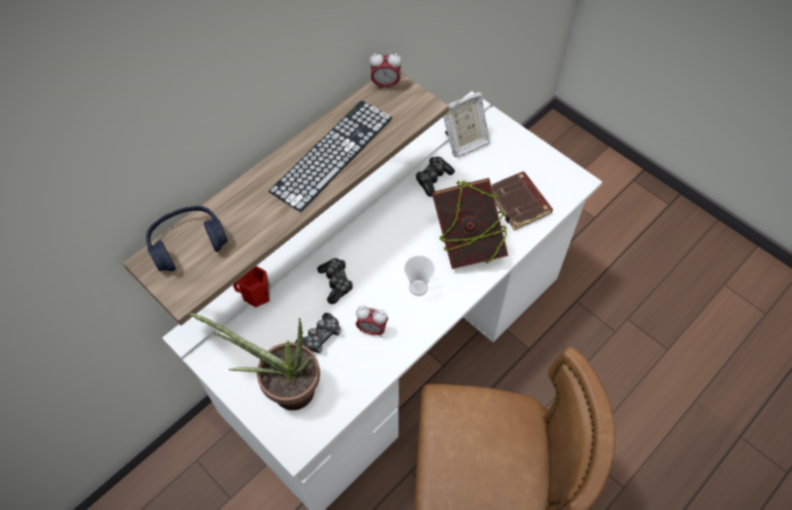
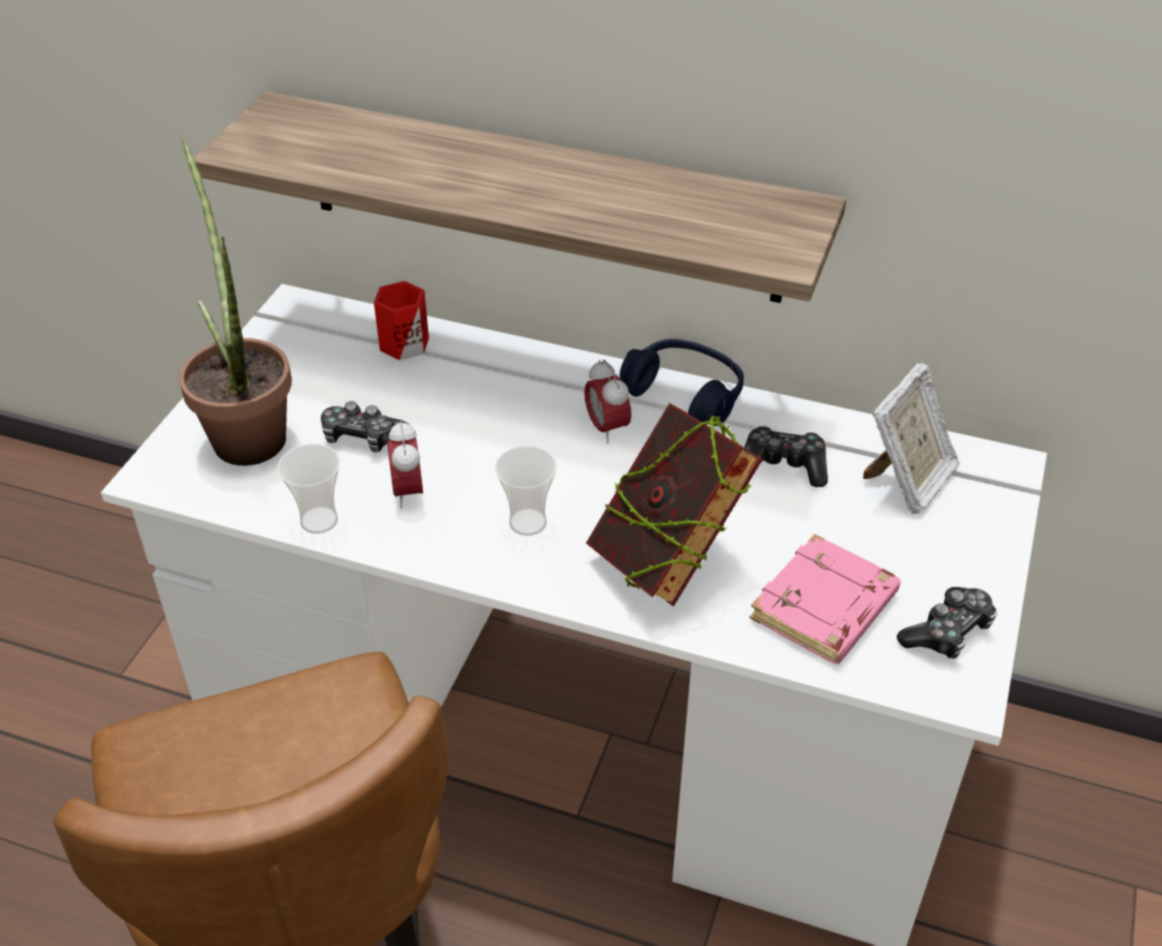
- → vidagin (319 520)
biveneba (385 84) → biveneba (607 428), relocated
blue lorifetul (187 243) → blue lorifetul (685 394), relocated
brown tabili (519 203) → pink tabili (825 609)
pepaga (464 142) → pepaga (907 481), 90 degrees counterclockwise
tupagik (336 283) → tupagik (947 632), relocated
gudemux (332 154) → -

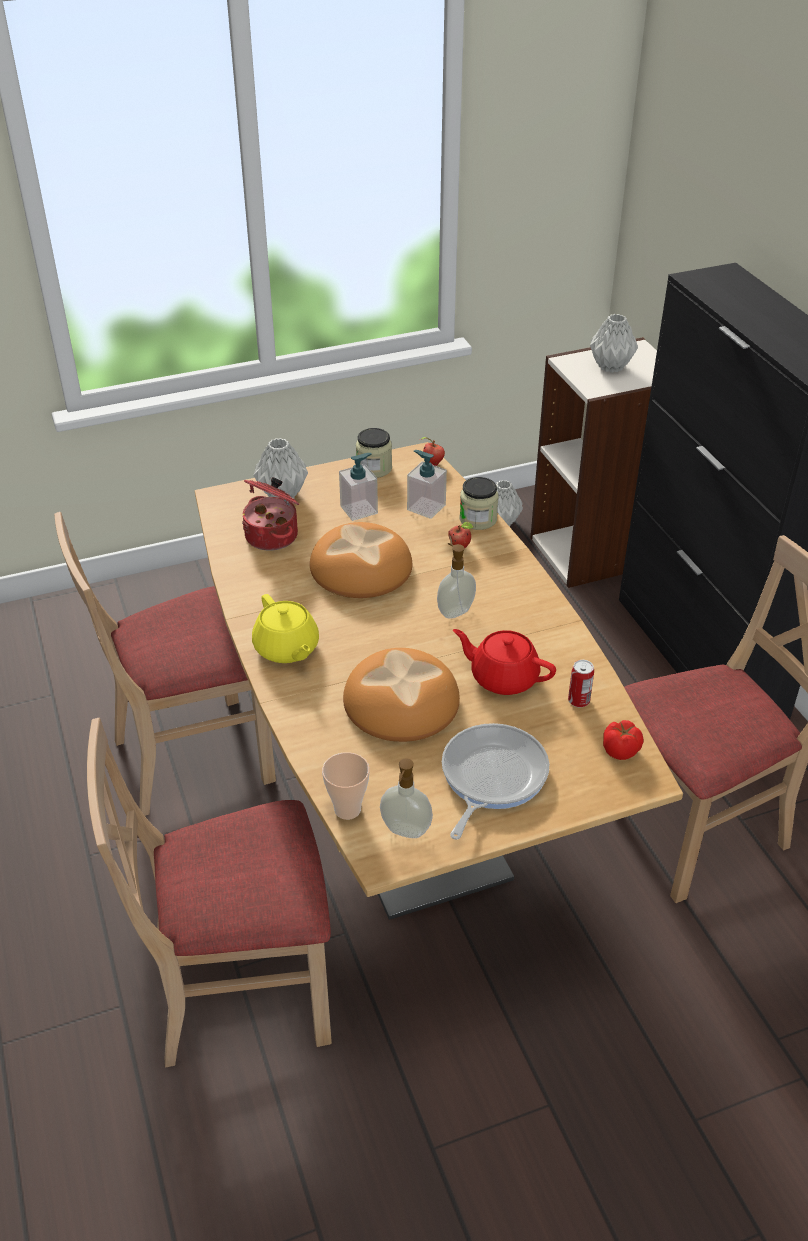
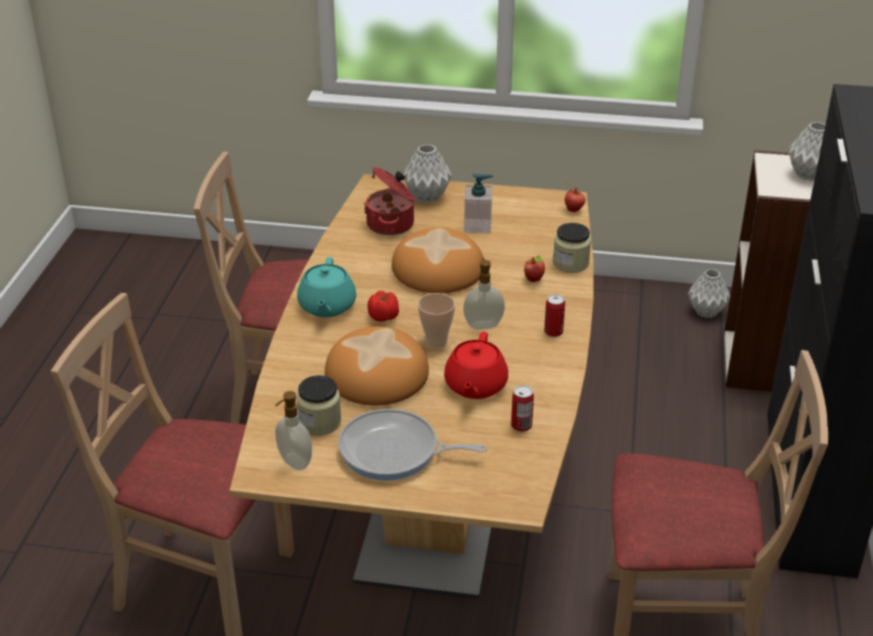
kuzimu (374 468) → kuzimu (320 422), relocated
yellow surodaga (286 649) → turquoise surodaga (326 307)
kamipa (490 777) → kamipa (394 452), 135 degrees counterclockwise
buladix (621 750) → buladix (384 317), relocated
vidagin (347 809) → vidagin (436 342), relocated
red surodaga (503 677) → red surodaga (475 386), 135 degrees counterclockwise
- → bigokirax (553 332)
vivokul (426 507) → -

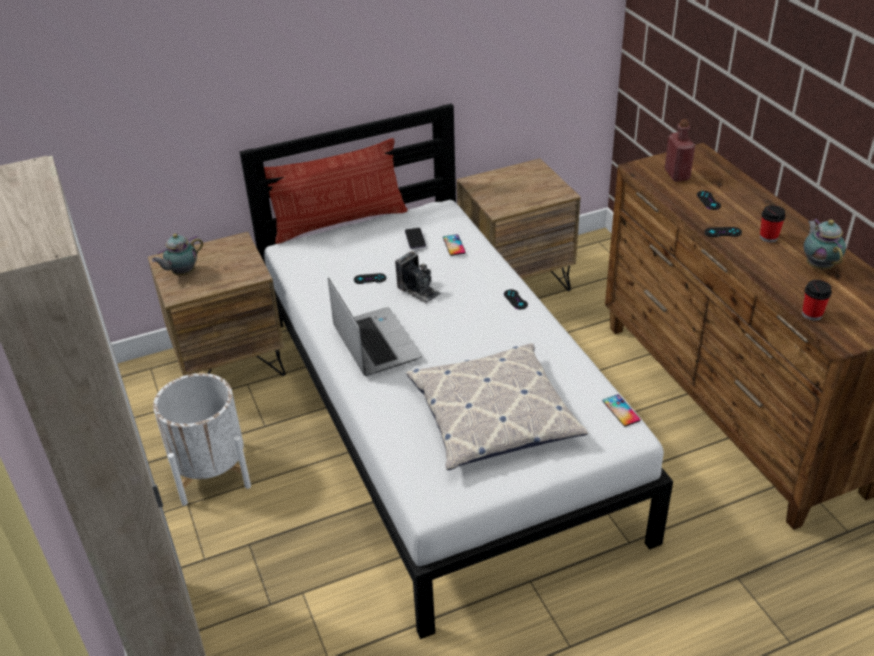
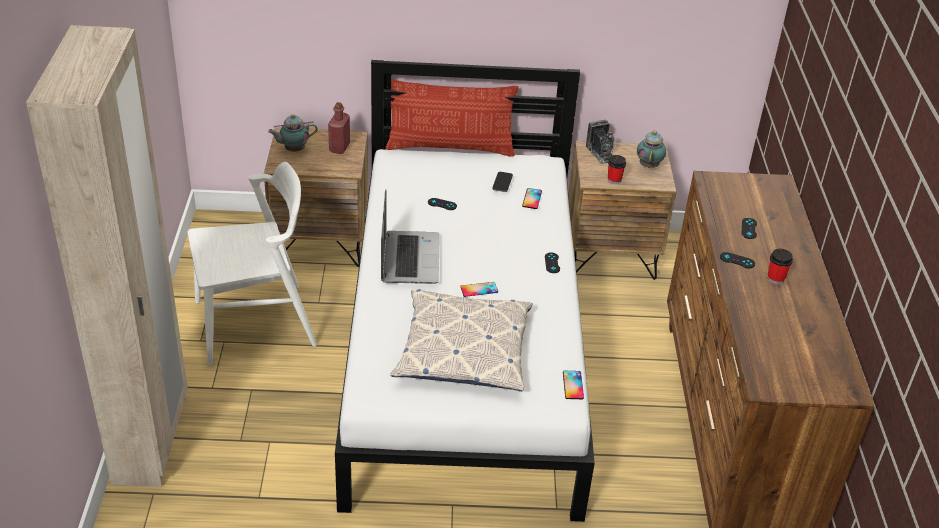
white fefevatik (211 472) → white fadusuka (255 324)
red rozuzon (677 175) → red rozuzon (339 147), relocated
- → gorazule (479 289)
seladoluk (418 290) → seladoluk (601 153), relocated
vidagin (812 314) → vidagin (614 180), relocated
surodaga (818 265) → surodaga (649 165), relocated

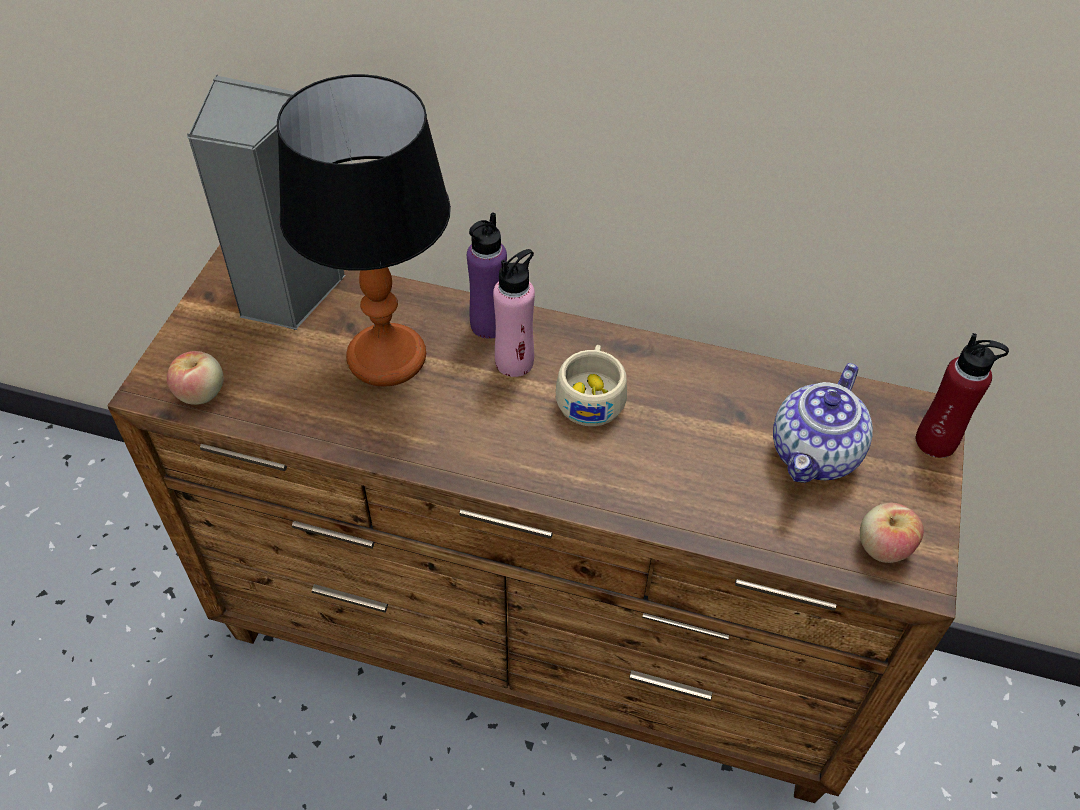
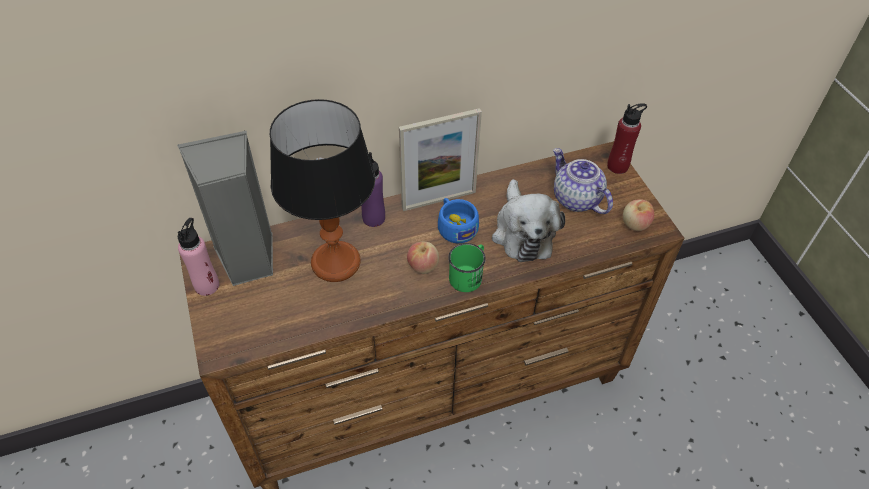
pink rozuzon (514 362) → pink rozuzon (207 285), relocated
- → pepaga (439 200)
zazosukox (201 393) → zazosukox (423 266), relocated
beige vidagin (591 396) → blue vidagin (455 226)
- → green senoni (468 275)
- → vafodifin (522 232)
surodaga (815 455) → surodaga (575 199), 150 degrees clockwise

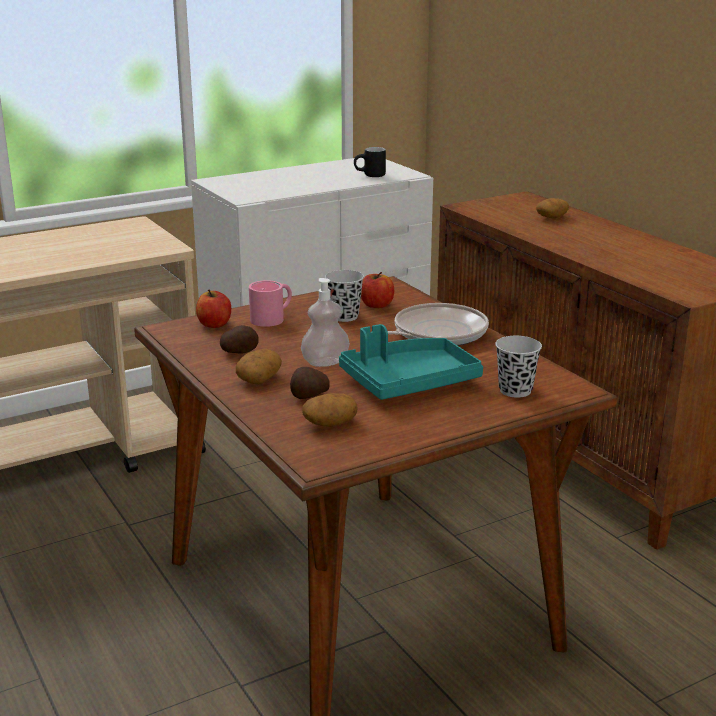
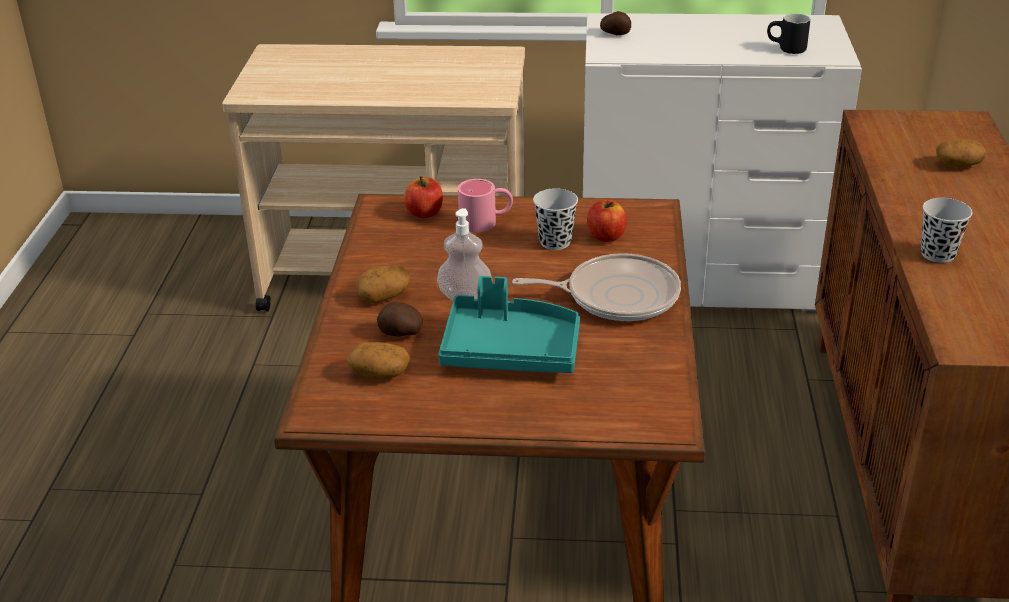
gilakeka (239 352) → gilakeka (615 34), relocated
black vidagin (515 390) → black vidagin (938 254), relocated

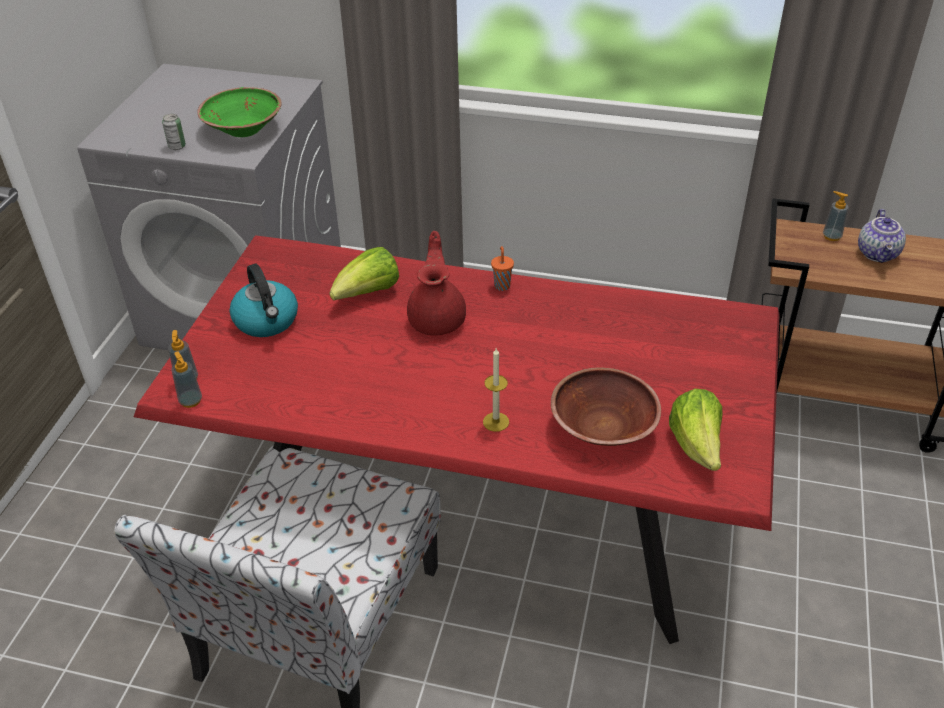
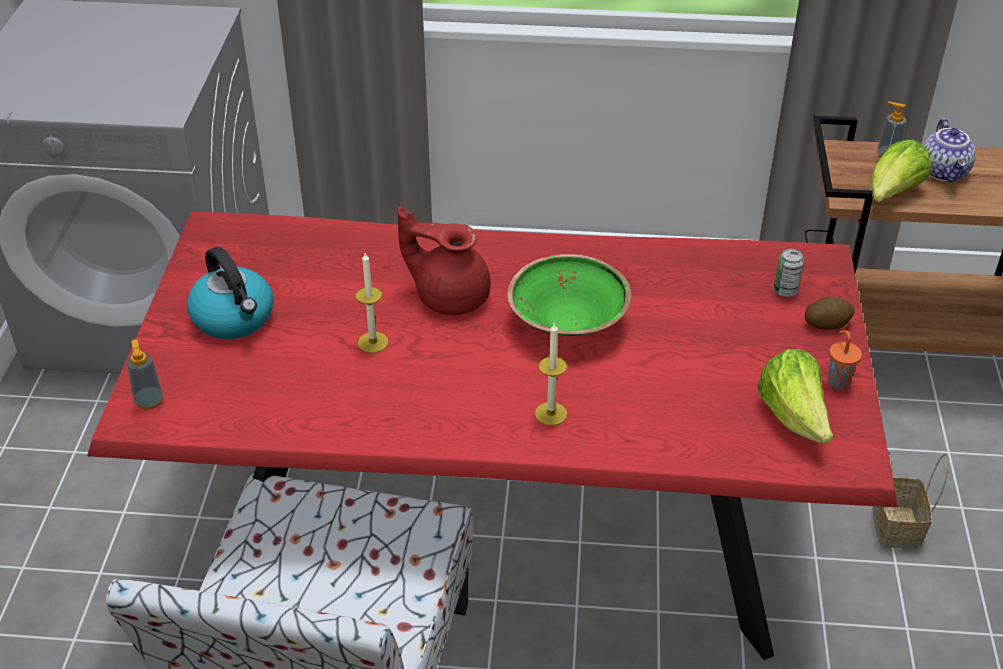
- → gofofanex (373 342)
red surodaga (438 319) → red surodaga (449 296), 60 degrees counterclockwise
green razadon (244 129) → green razadon (568 321), relocated
bigokirax (177 146) → bigokirax (785 291), relocated
- → gilakeka (827 324)
orange vidagin (502 285) → orange vidagin (837 381), relocated
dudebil (368 294) → dudebil (892 194), relocated
- → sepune (897 528)
vivokul (191 401) → -
brown razadon (602 428) → -

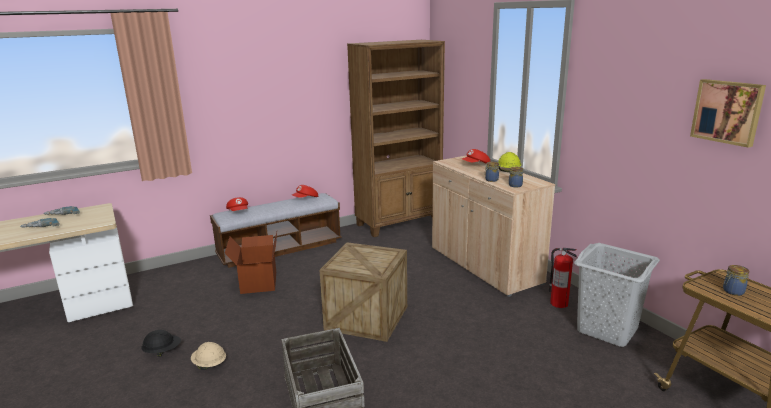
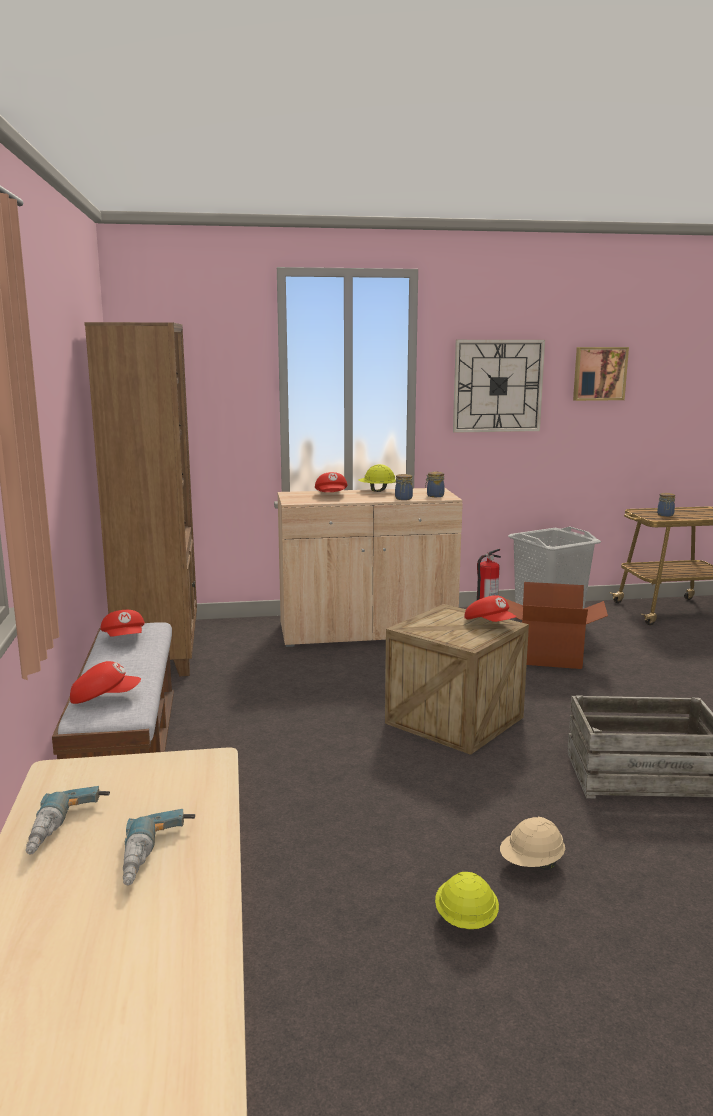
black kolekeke (163 352) → yellow kolekeke (465 919)
- → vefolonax (498 386)
- → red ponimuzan (490 624)
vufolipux (258 282) → vufolipux (550 658), relocated

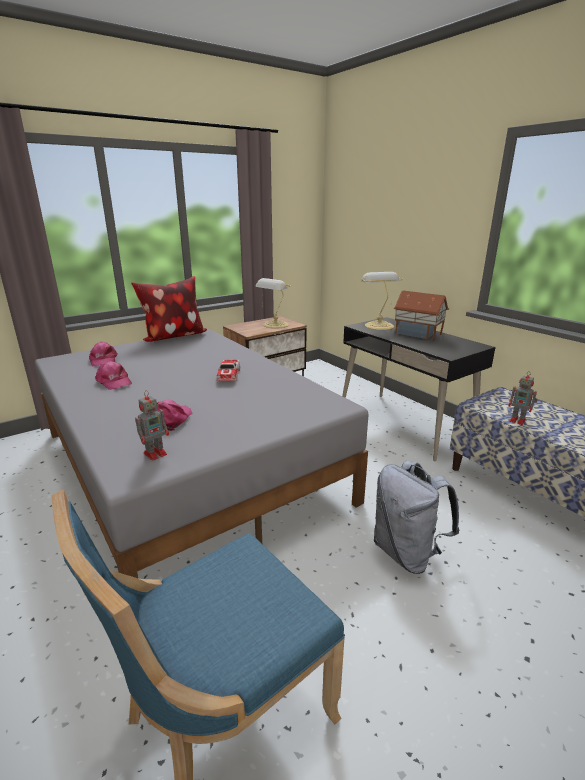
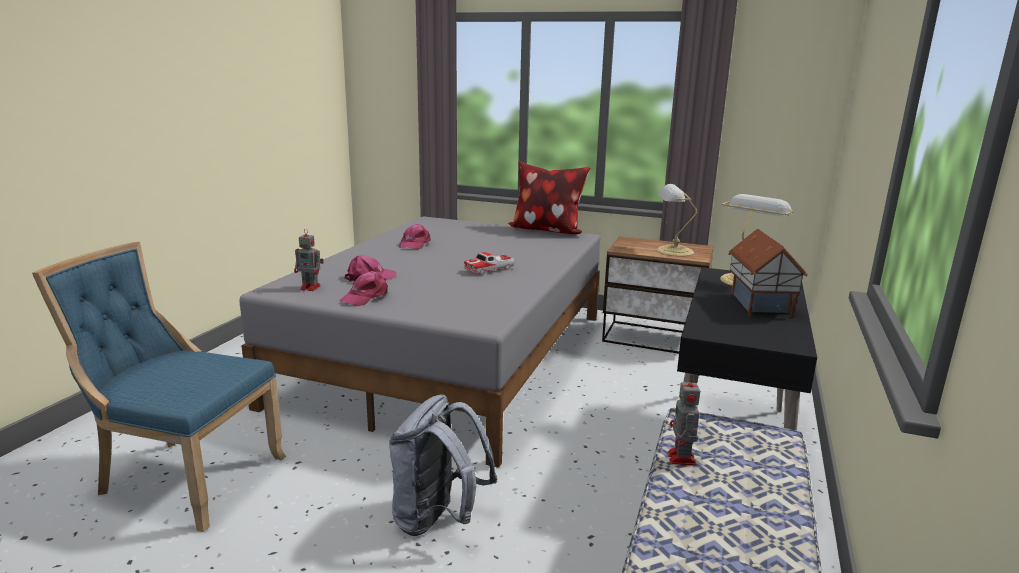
pink ponimuzan (103 360) → pink ponimuzan (365 297), relocated

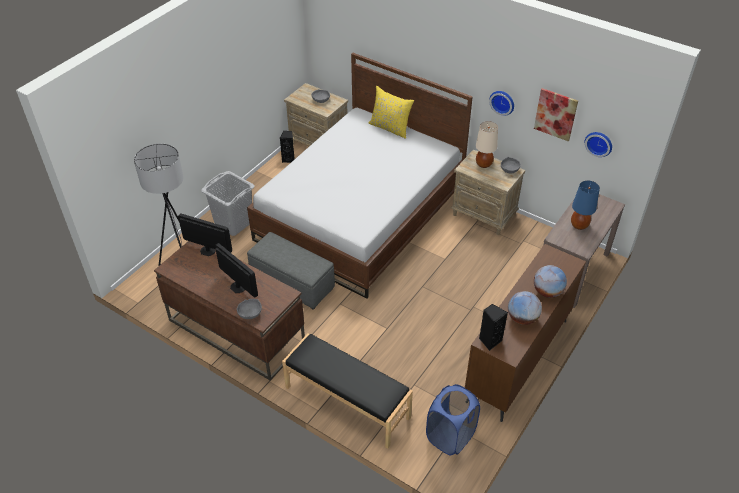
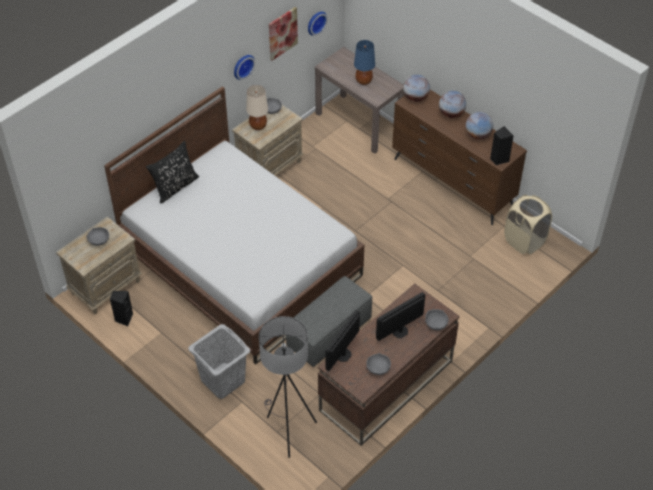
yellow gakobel (390 128) → black gakobel (175 187)
- → grey razadon (378 368)
- → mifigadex (415 98)
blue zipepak (450 436) → beige zipepak (524 241)
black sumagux (346 403) → -

